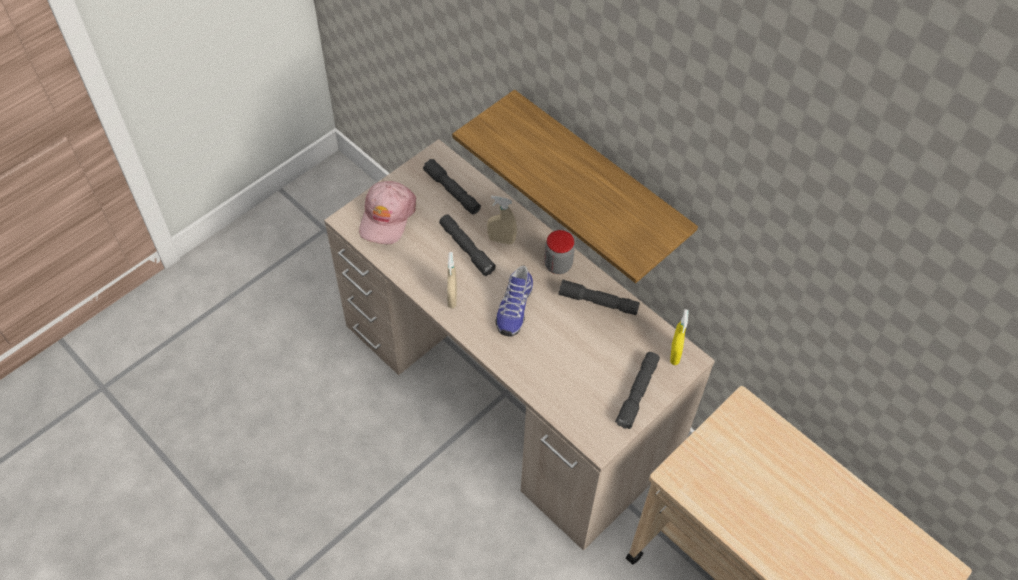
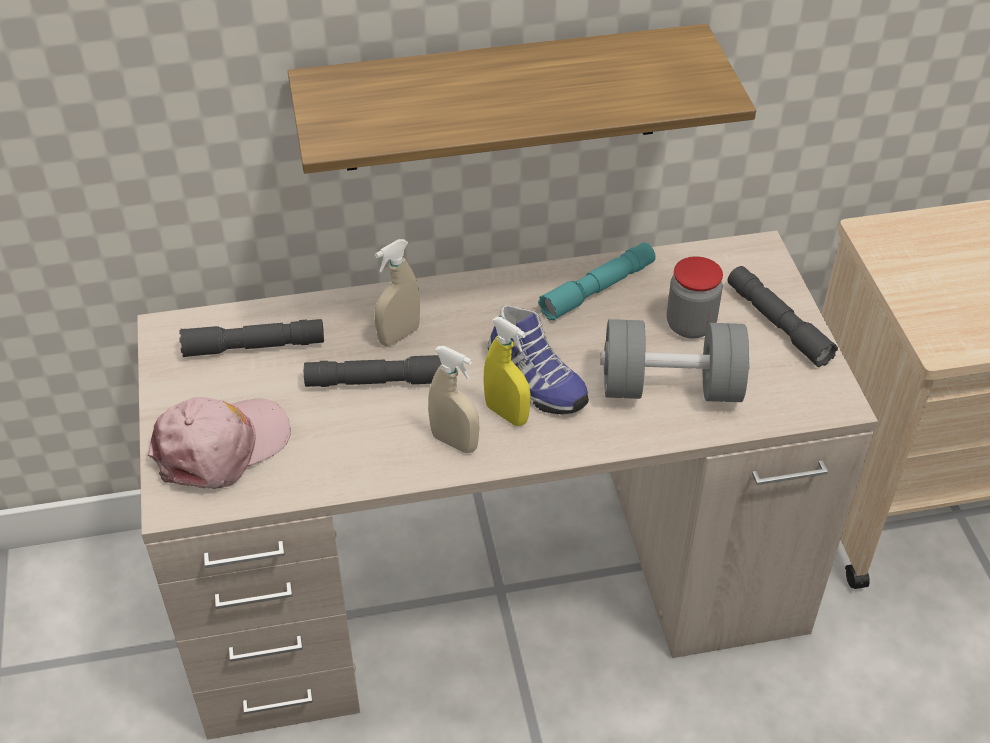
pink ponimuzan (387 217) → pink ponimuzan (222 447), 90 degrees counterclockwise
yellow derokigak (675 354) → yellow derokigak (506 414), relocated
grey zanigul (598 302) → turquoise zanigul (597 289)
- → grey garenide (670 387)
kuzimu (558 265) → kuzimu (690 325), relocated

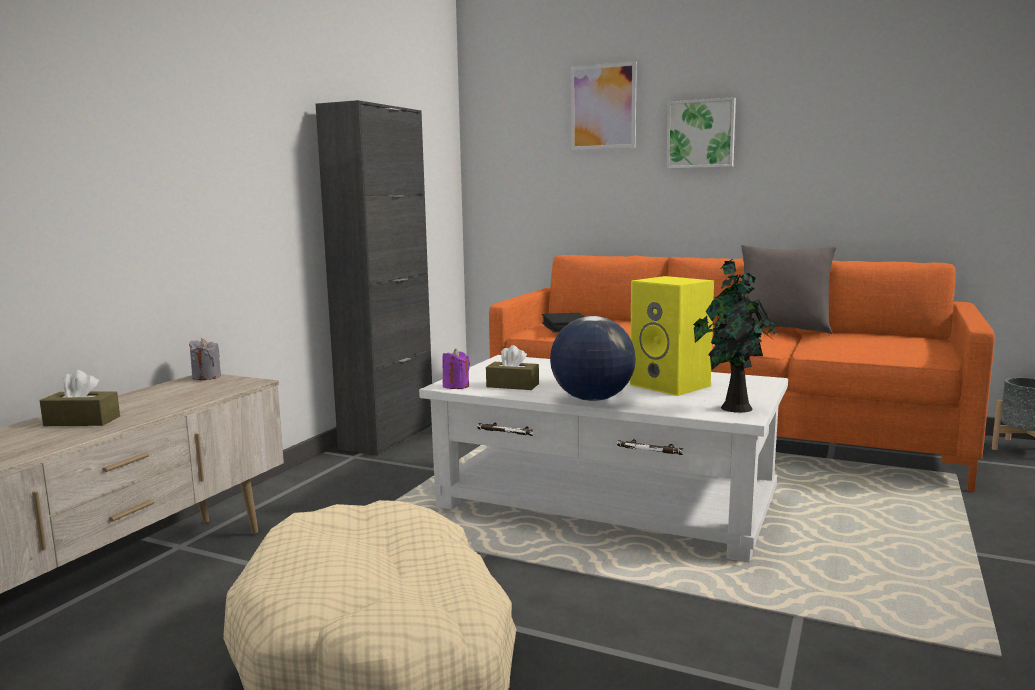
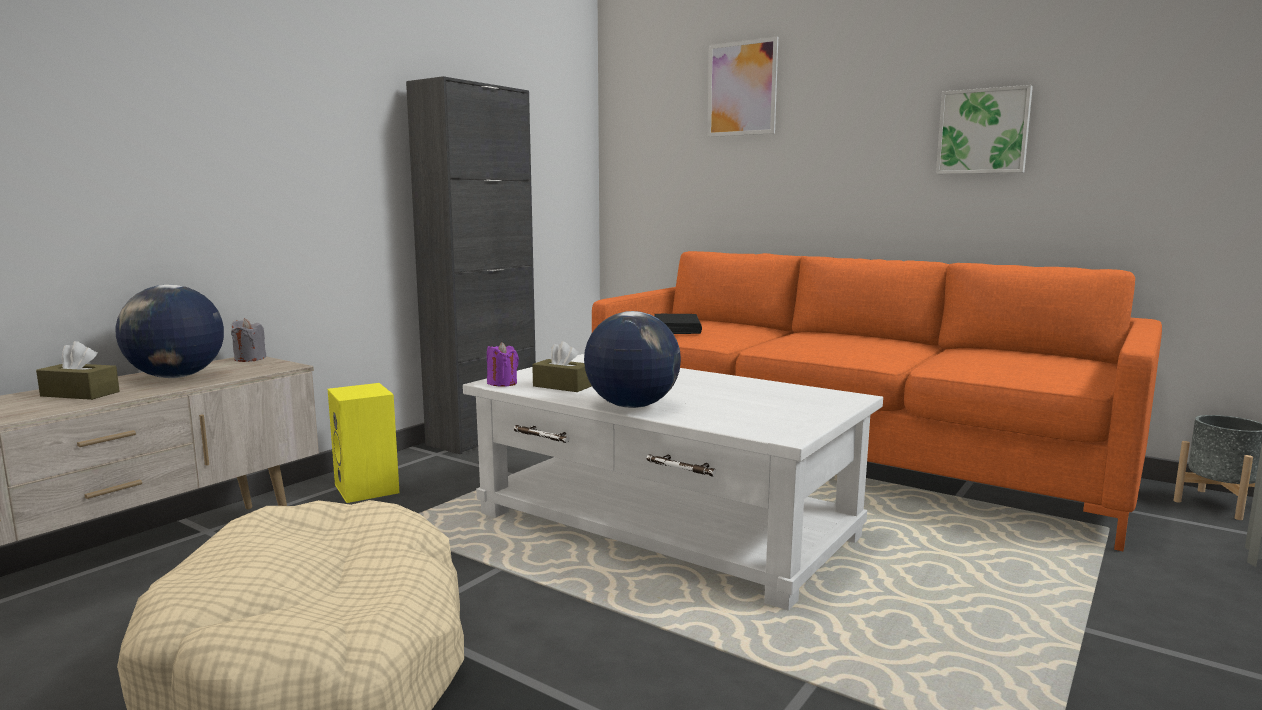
- → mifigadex (175 377)
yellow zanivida (672 385) → yellow zanivida (368 489), relocated
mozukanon (701 134) → mozukanon (983 131), relocated
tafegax (733 407) → -
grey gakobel (783 330) → -

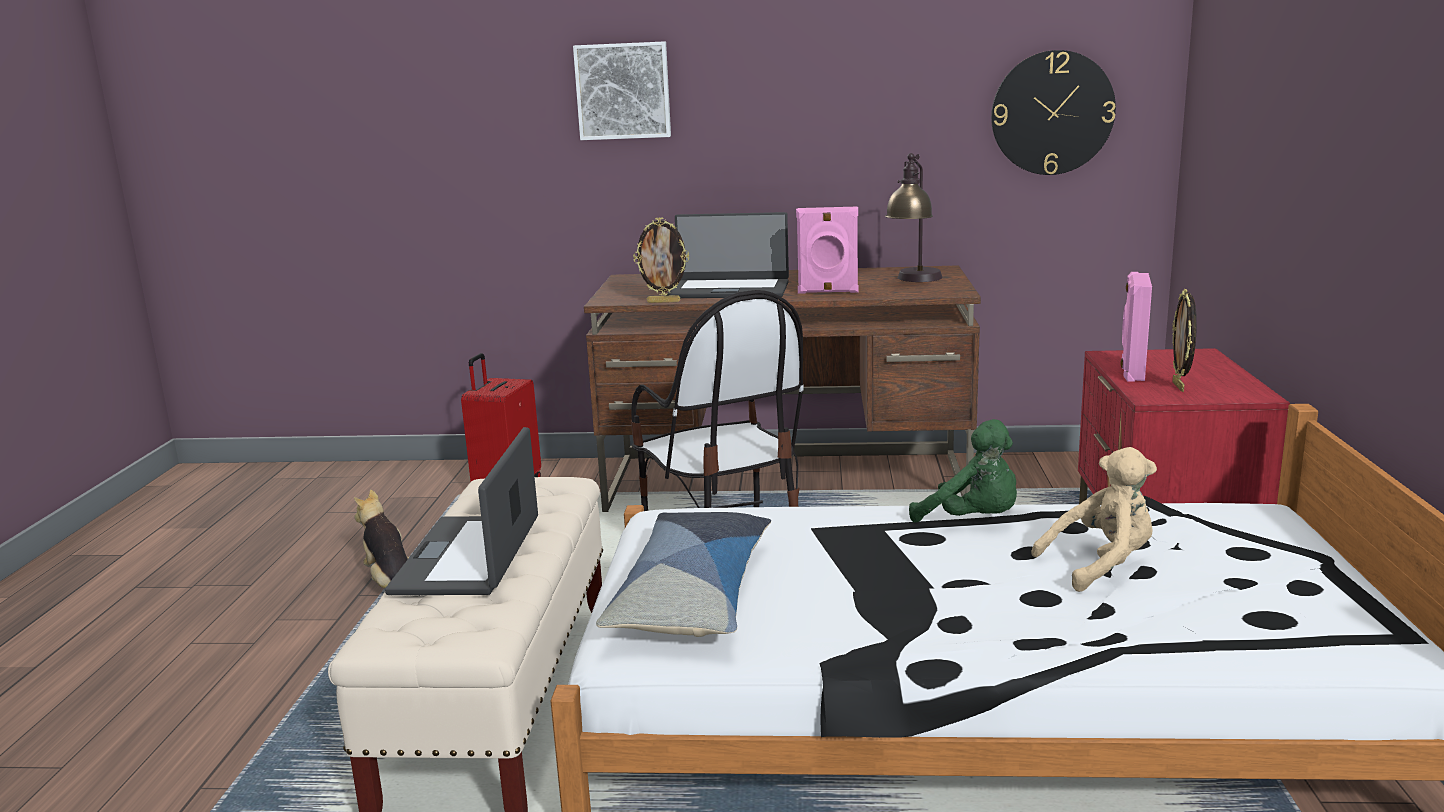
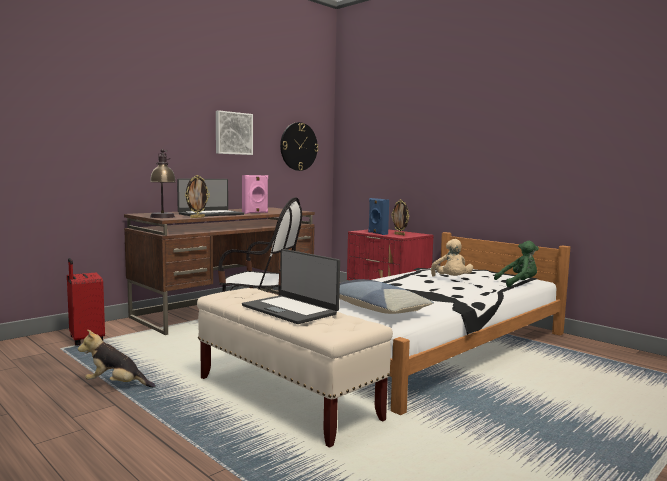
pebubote (914 281) → pebubote (163 217), relocated
mozukanon (623 91) → mozukanon (233 133), relocated
pink zanivida (1131 372) → blue zanivida (377 233)
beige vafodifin (1101 565) → beige vafodifin (451 280), 150 degrees clockwise
green vafodifin (973 521) → green vafodifin (518 283), relocated

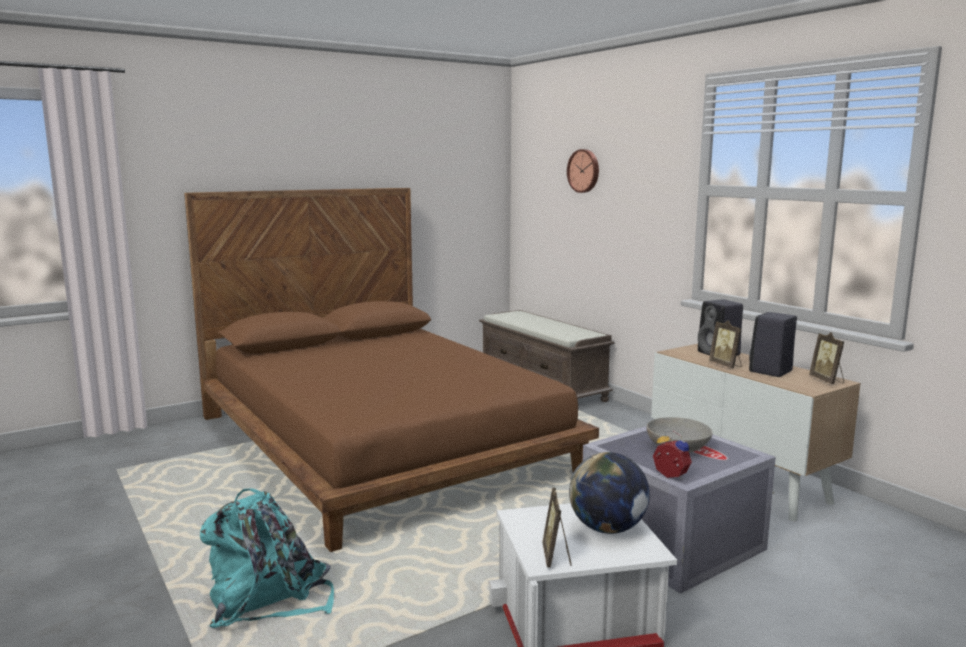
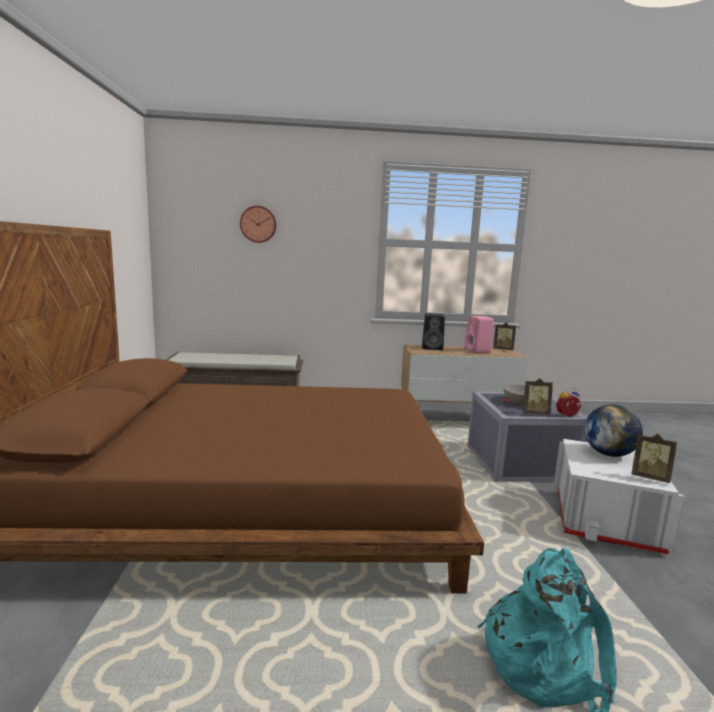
black zanivida (770 371) → pink zanivida (478 351)
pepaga (726 365) → pepaga (534 413), relocated

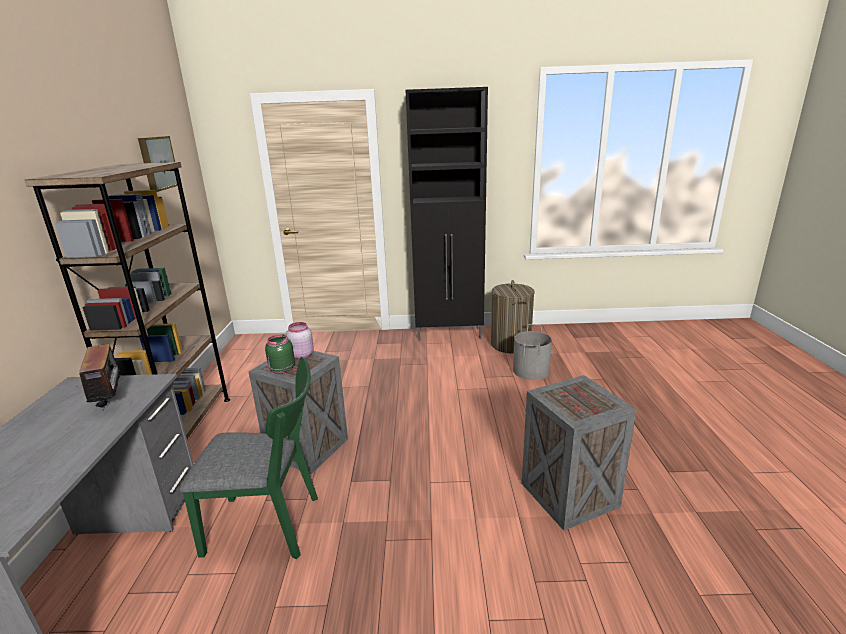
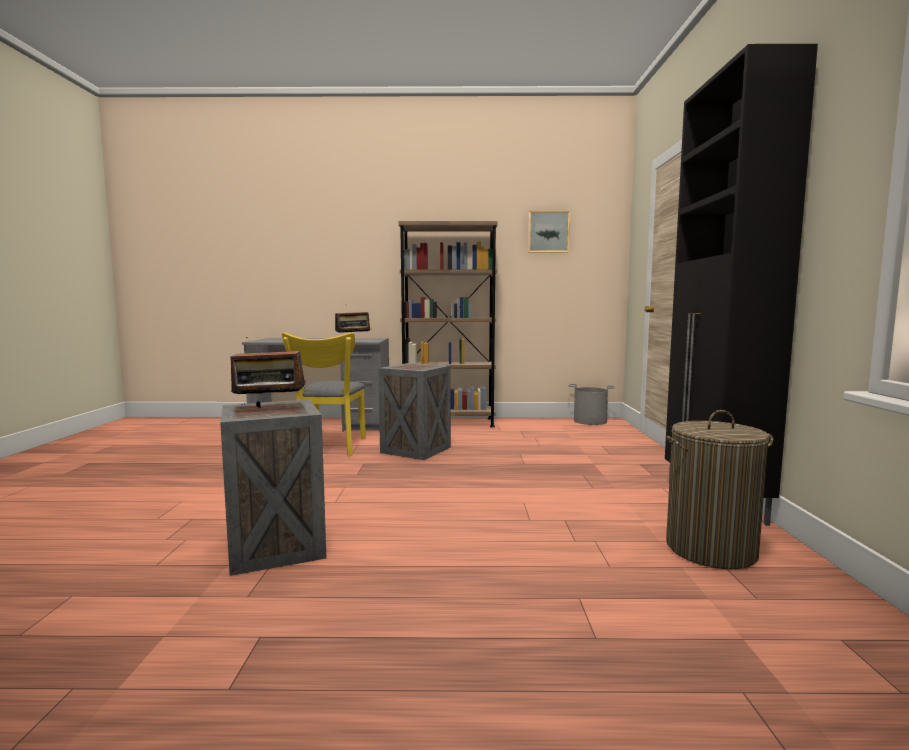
- → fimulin (270 408)
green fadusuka (271 525) → yellow fadusuka (330 448)
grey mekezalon (531 371) → grey mekezalon (590 421), relocated
green kuzimu (281 370) → -
pink kuzimu (301 355) → -

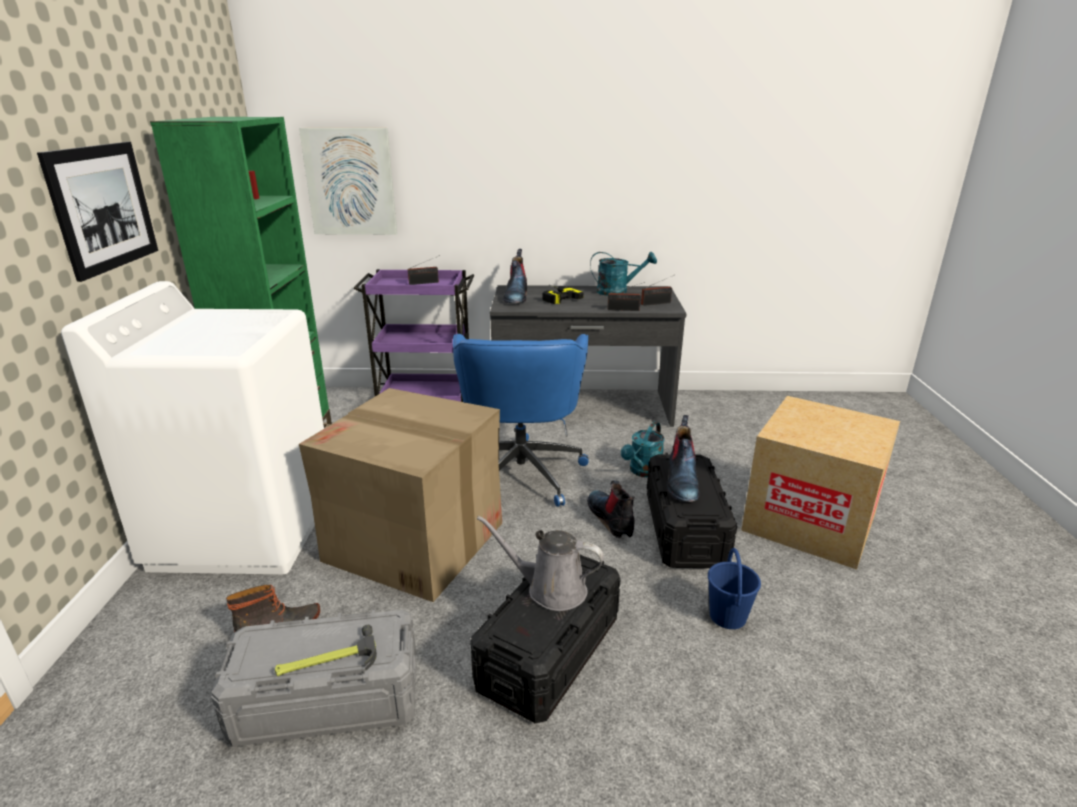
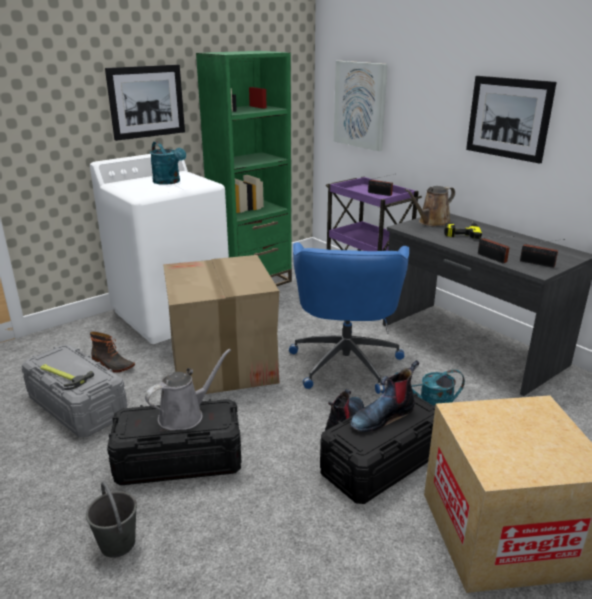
- → grey mekezalon (117 543)
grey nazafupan (550 589) → grey nazafupan (185 415), 75 degrees clockwise
turquoise nazafupan (618 291) → turquoise nazafupan (169 182), relocated
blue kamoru (521 471) → blue kamoru (346 361), 45 degrees counterclockwise
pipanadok (516 297) → brown nazafupan (432 222)
- → mozukanon (508 118)
blue mekezalon (727 616) → -

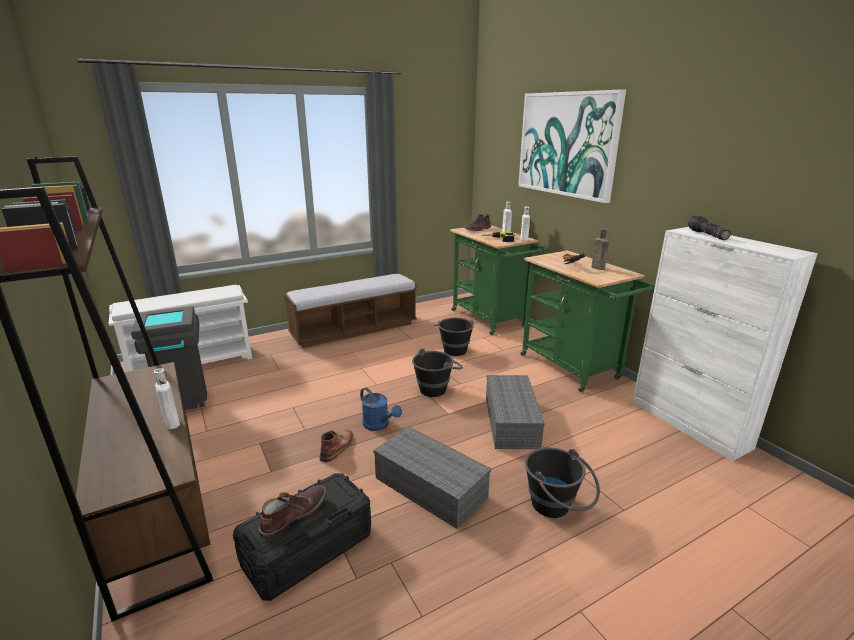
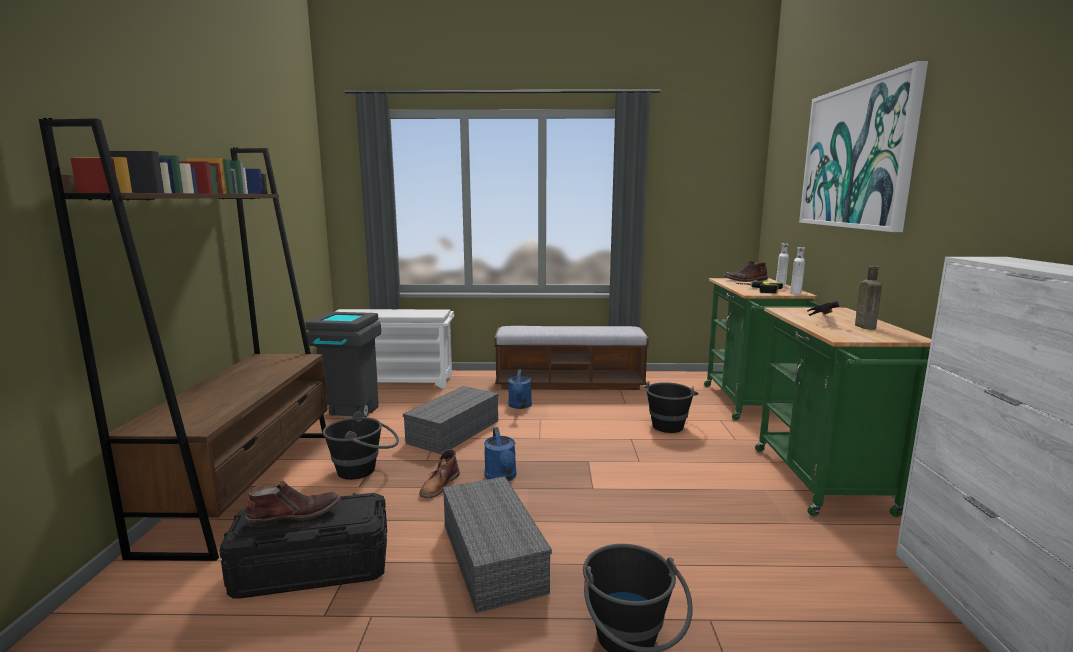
black mekezalon (437 387) → black mekezalon (364 469), relocated
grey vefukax (512 422) → grey vefukax (454 432), relocated
brown pipanadok (337 447) → brown pipanadok (439 485), 150 degrees clockwise
- → blue nazafupan (520 406)
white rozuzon (171 422) → -
zanigul (706 235) → -

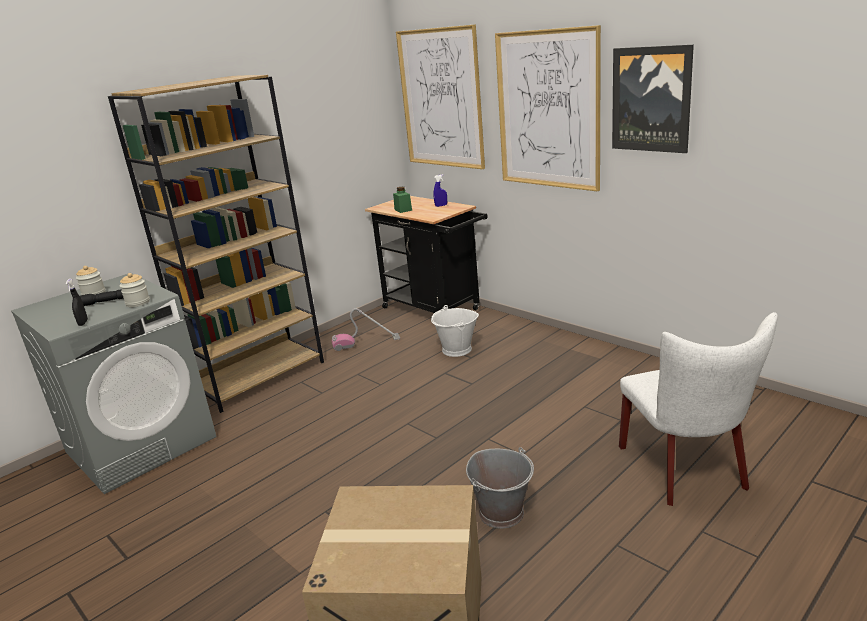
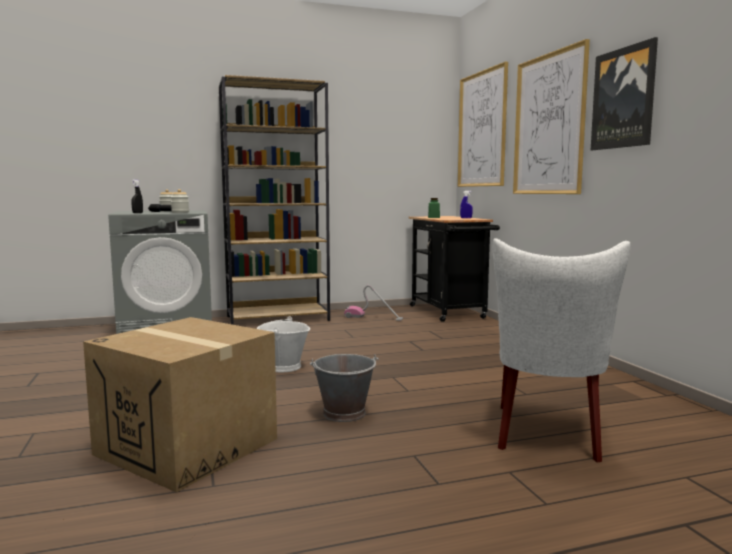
white mekezalon (456 350) → white mekezalon (283 367), relocated

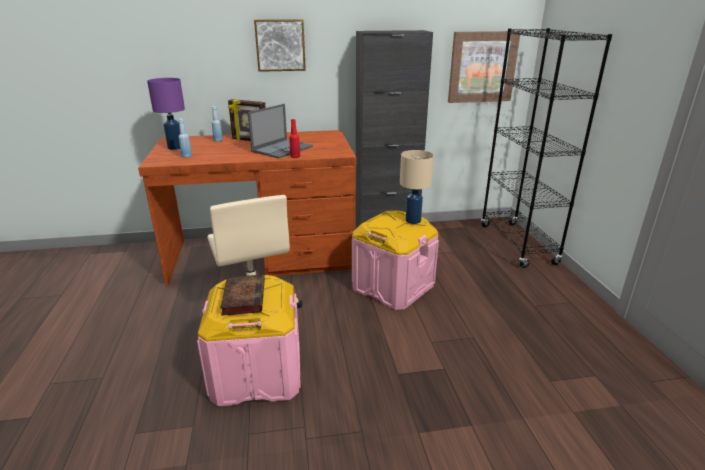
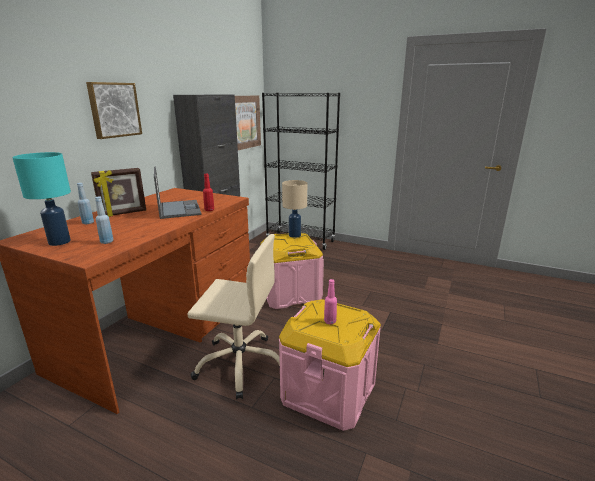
purple pebubote (175 147) → turquoise pebubote (59 242)
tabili (243 297) → pink rozuzon (330 321)

